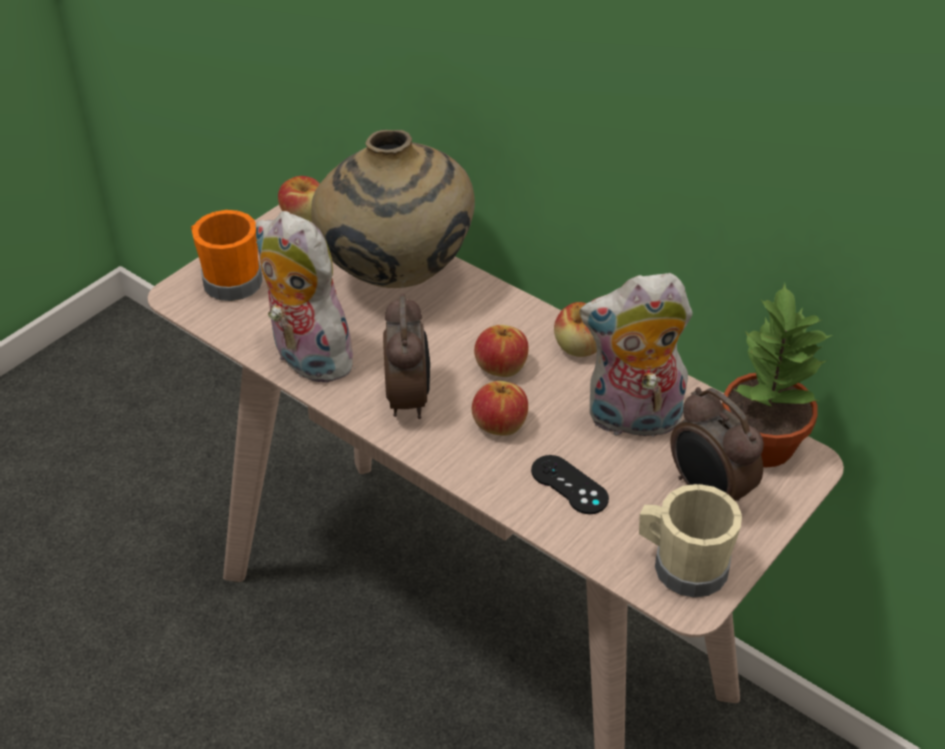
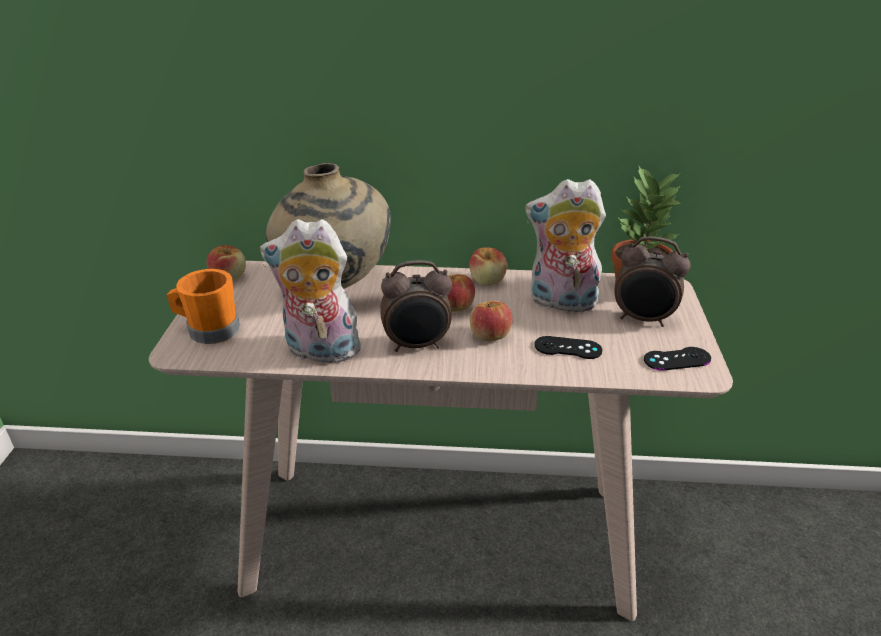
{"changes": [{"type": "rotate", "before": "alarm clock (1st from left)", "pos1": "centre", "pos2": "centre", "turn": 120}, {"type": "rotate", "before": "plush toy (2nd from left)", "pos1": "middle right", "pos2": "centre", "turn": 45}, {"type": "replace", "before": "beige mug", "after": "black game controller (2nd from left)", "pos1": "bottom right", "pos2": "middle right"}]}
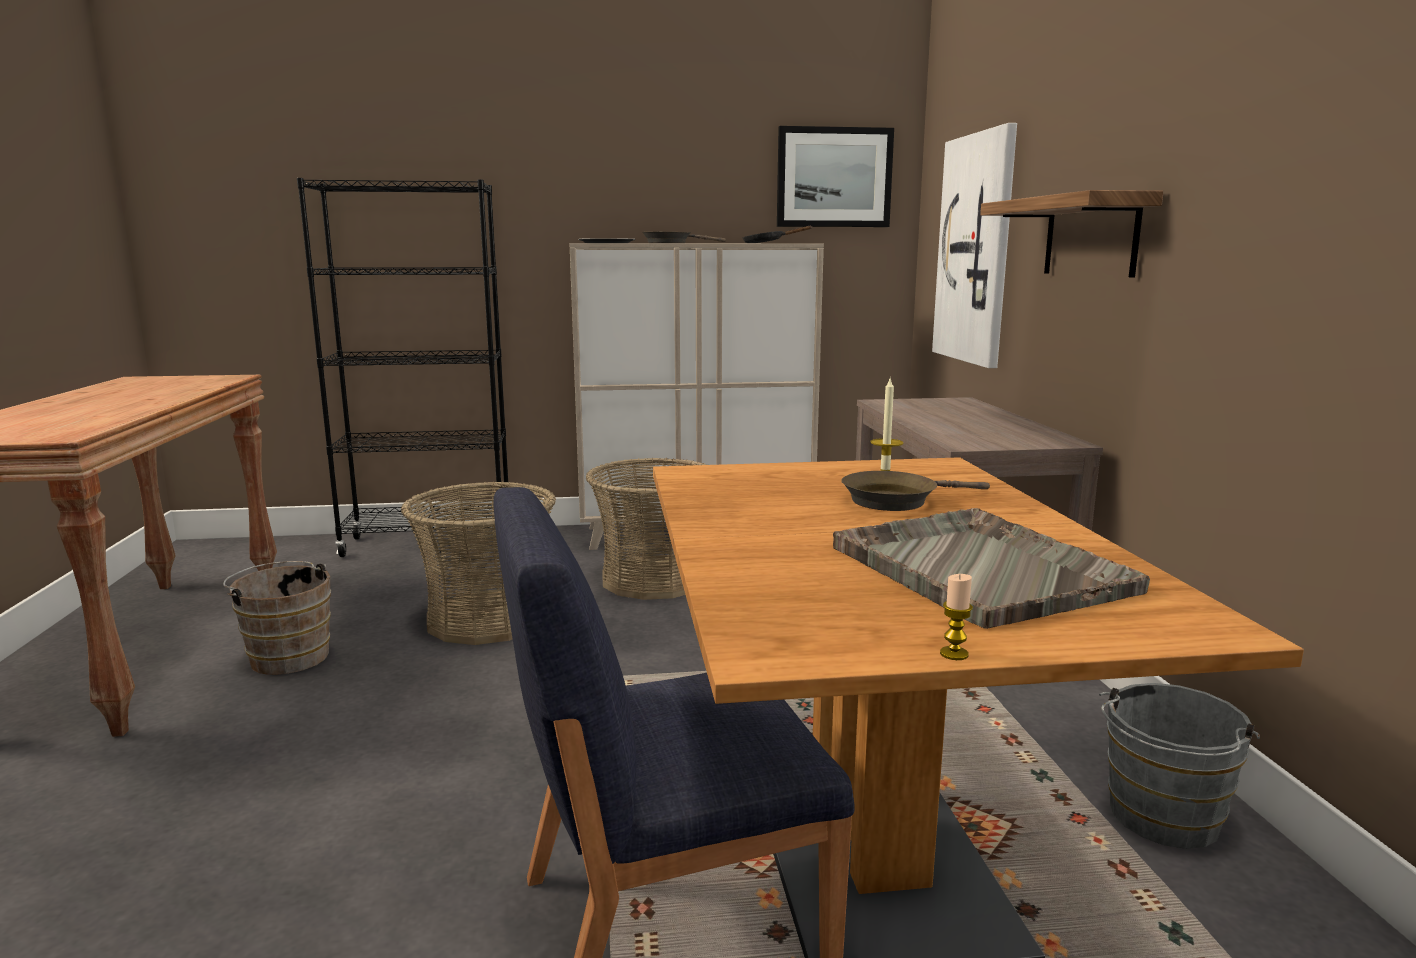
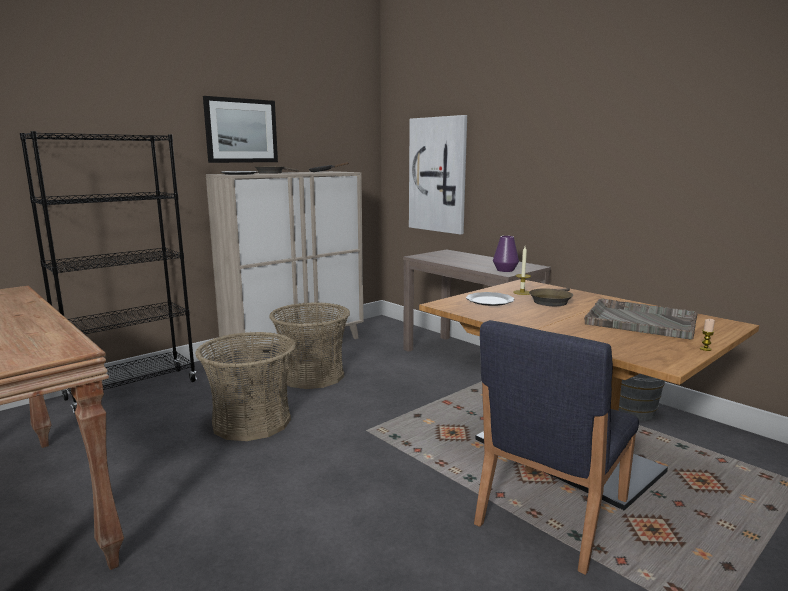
{"changes": [{"type": "delete", "before": "brown bucket", "pos1": "middle left"}, {"type": "move", "before": "picture (1st from left)", "pos1": "top centre", "pos2": "top left"}, {"type": "delete", "before": "shelf", "pos1": "top right"}, {"type": "insert", "after": "plate (2nd from left)", "pos2": "centre"}, {"type": "insert", "after": "purple vase", "pos2": "centre"}]}
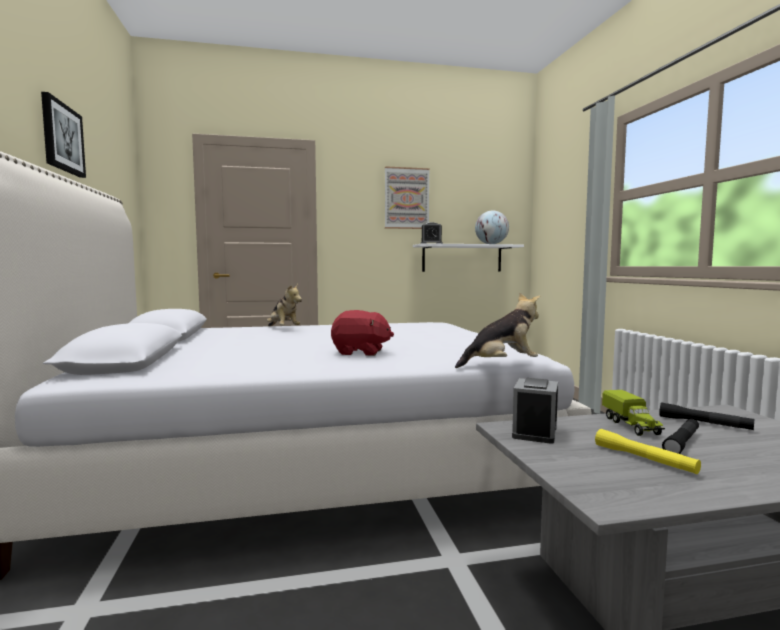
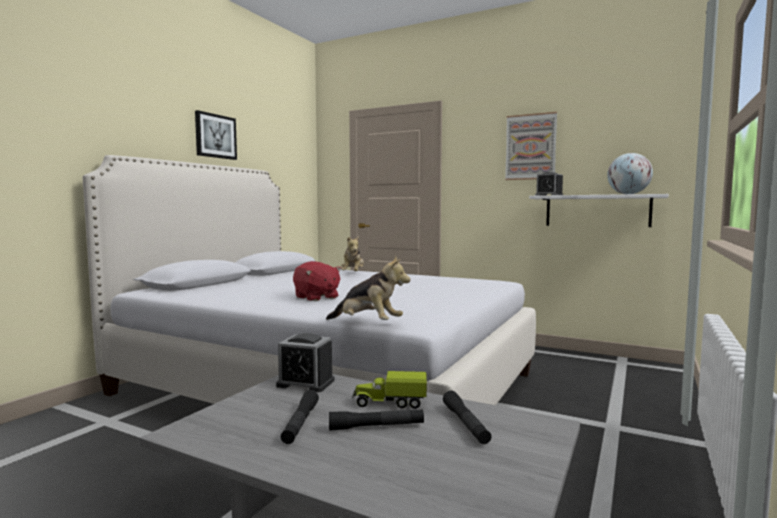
{"changes": [{"type": "rotate", "before": "alarm clock (2nd from left in the first image)", "pos1": "middle right", "pos2": "bottom centre", "turn": -135}, {"type": "recolor", "before": "yellow flashlight", "after": "black flashlight (1st from left)", "pos1": "bottom right", "pos2": "bottom centre"}, {"type": "rotate", "before": "toy truck", "pos1": "middle right", "pos2": "bottom centre", "turn": 60}]}
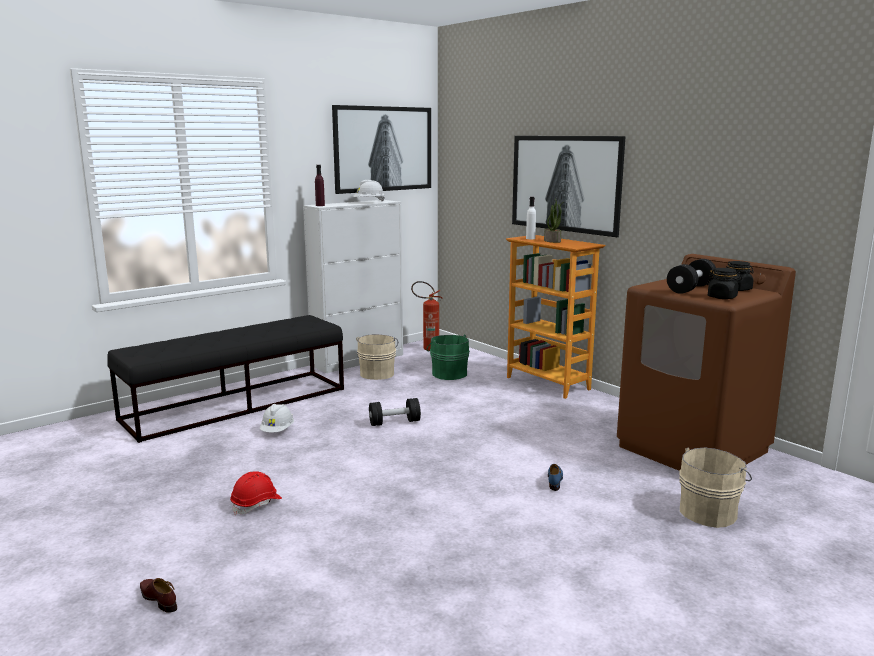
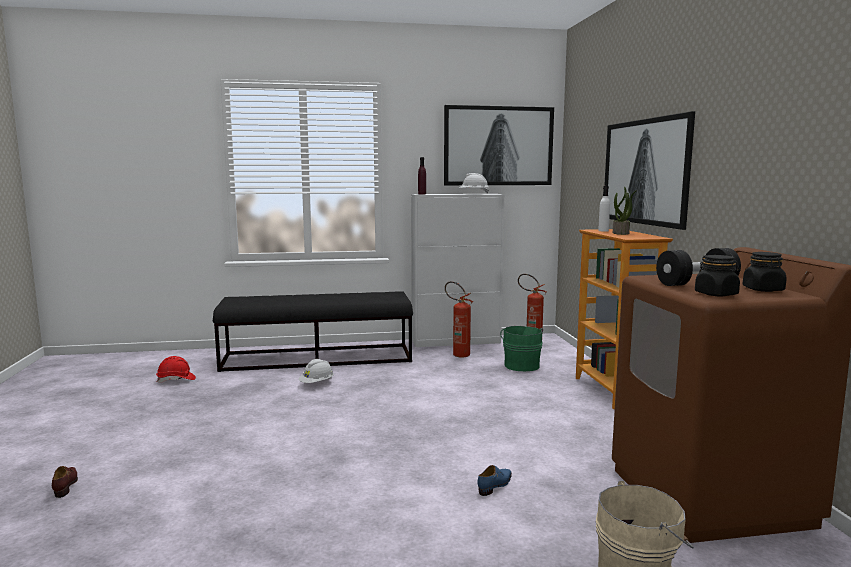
{"changes": [{"type": "move", "before": "red hard hat", "pos1": "bottom left", "pos2": "middle left"}, {"type": "replace", "before": "beige bucket (1st from left)", "after": "fire extinguisher (1st from left)", "pos1": "centre", "pos2": "centre"}, {"type": "delete", "before": "black dumbbell (1st from left)", "pos1": "centre"}]}
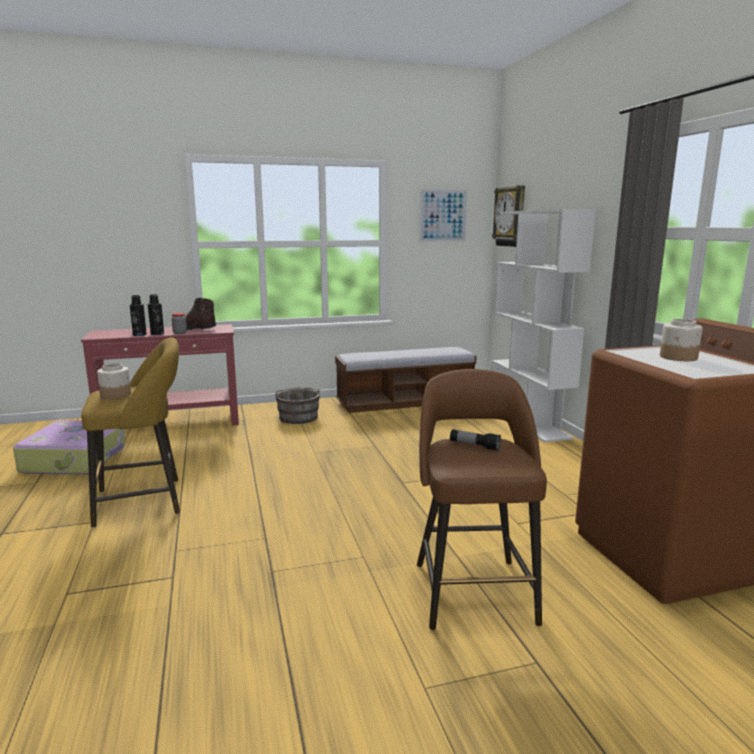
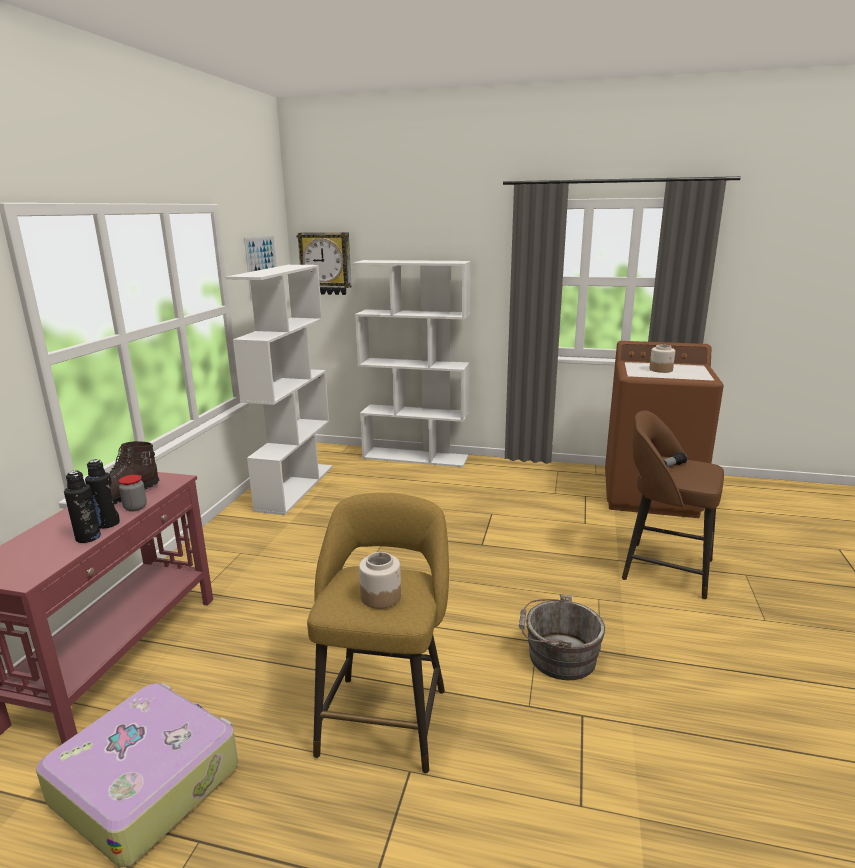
{"changes": [{"type": "move", "before": "grey bucket", "pos1": "centre", "pos2": "bottom centre"}, {"type": "replace", "before": "bench", "after": "white bookcase (1st from left)", "pos1": "centre", "pos2": "middle left"}]}
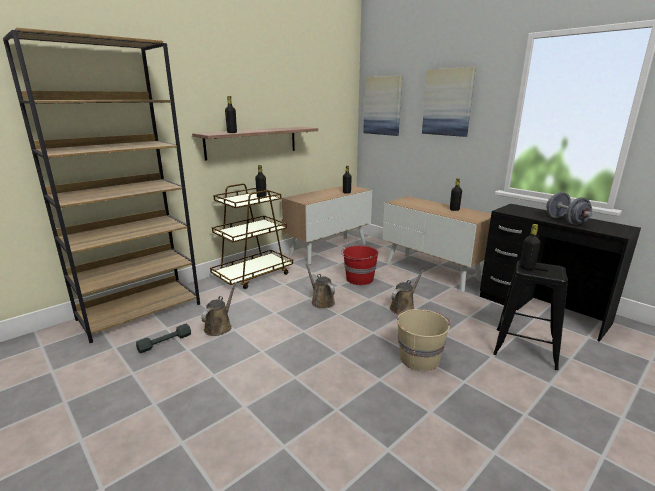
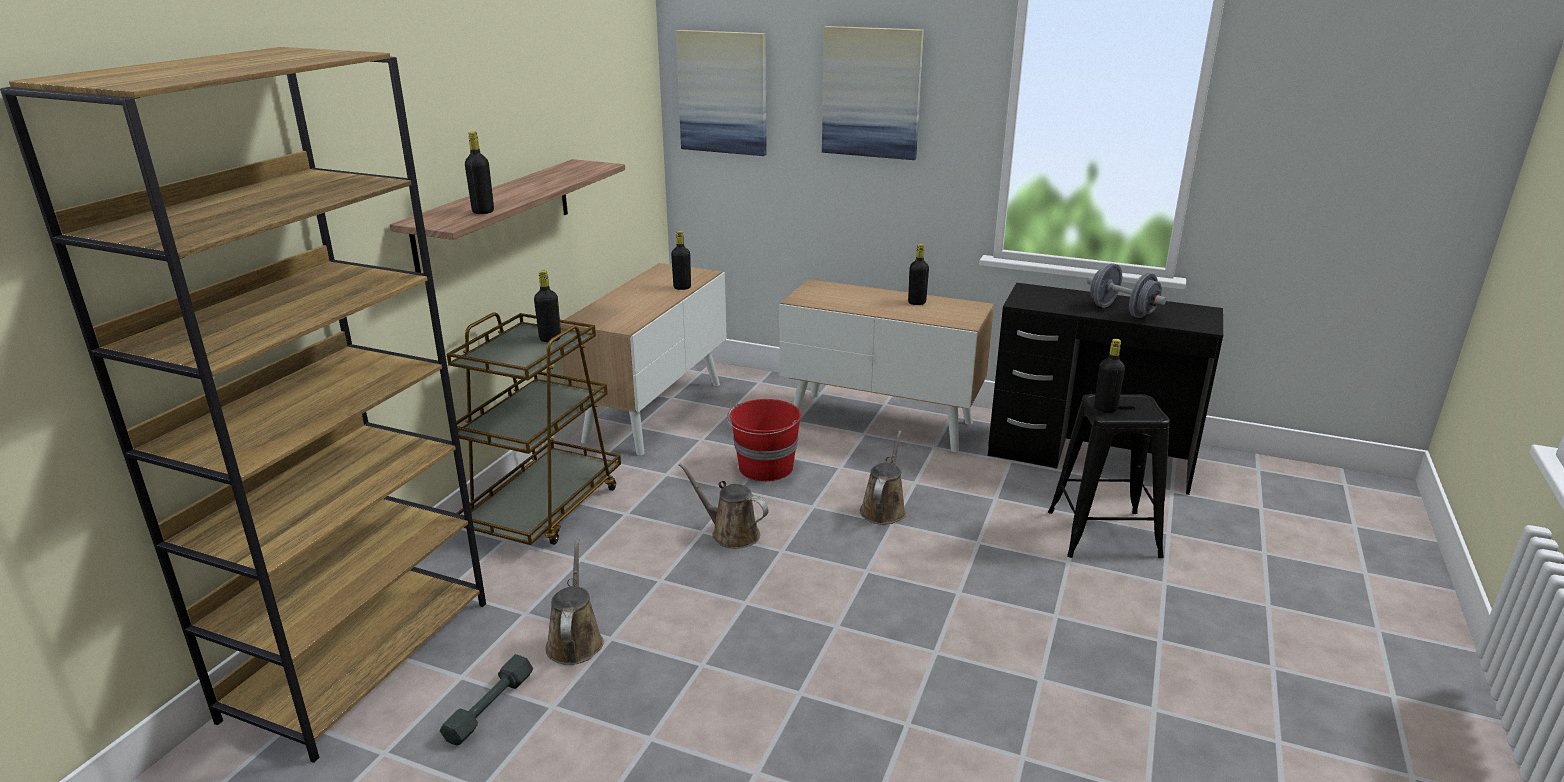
{"changes": [{"type": "delete", "before": "beige bucket", "pos1": "bottom centre"}]}
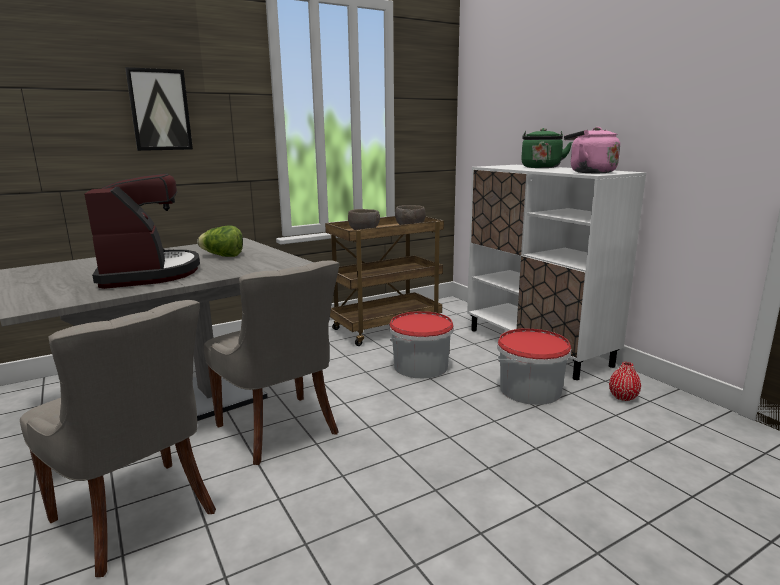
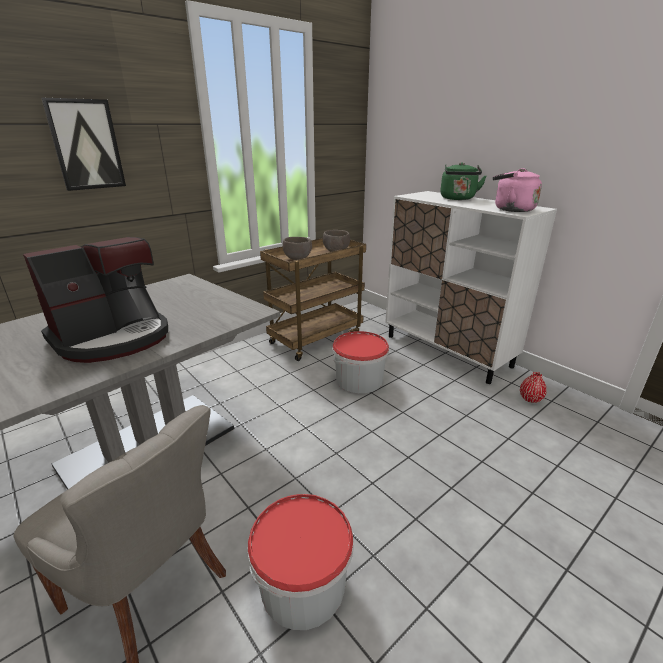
{"changes": [{"type": "rotate", "before": "coffee machine", "pos1": "middle left", "pos2": "middle left", "turn": 75}, {"type": "delete", "before": "lettuce", "pos1": "middle left"}, {"type": "delete", "before": "grey chair (2nd from left)", "pos1": "centre"}, {"type": "move", "before": "bucket (2nd from left in the first image)", "after": "bucket (1st from left)", "pos1": "middle right", "pos2": "bottom centre"}]}
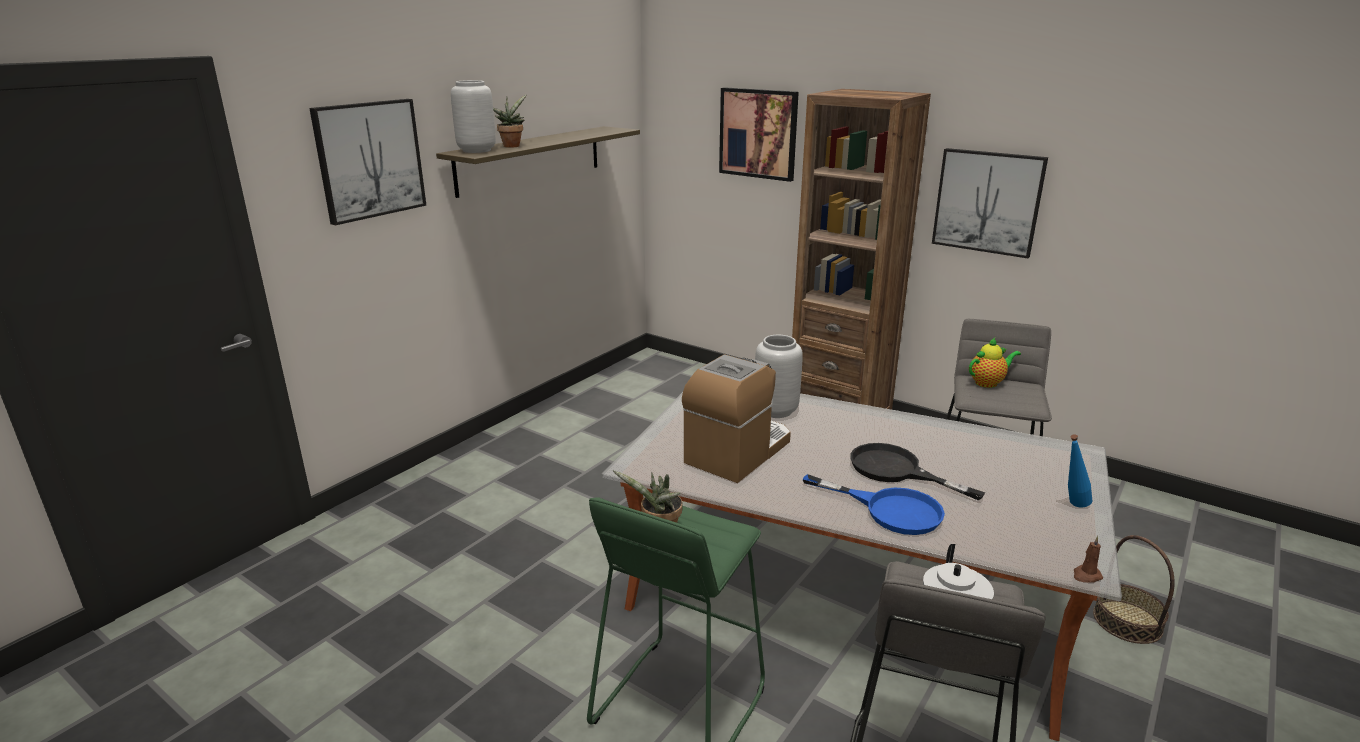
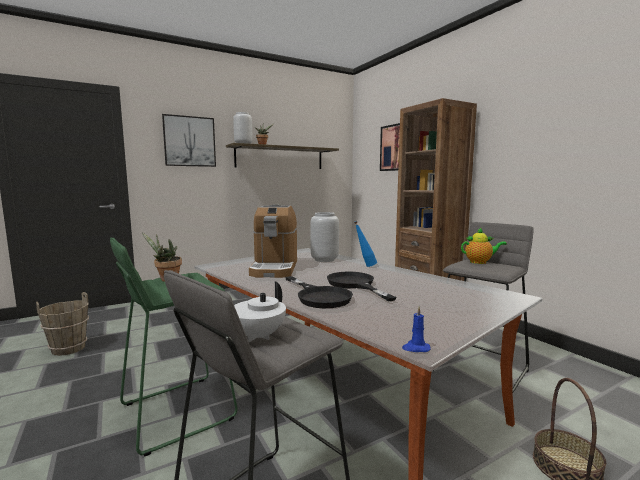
{"changes": [{"type": "rotate", "before": "coffee machine", "pos1": "centre", "pos2": "centre", "turn": 120}, {"type": "recolor", "before": "blue frying pan", "after": "black frying pan (1st from left)", "pos1": "bottom centre", "pos2": "centre"}, {"type": "delete", "before": "picture (3rd from left)", "pos1": "top right"}, {"type": "move", "before": "blue bottle", "pos1": "middle right", "pos2": "centre"}, {"type": "recolor", "before": "brown candle", "after": "blue candle", "pos1": "bottom right", "pos2": "bottom centre"}, {"type": "insert", "after": "brown bucket", "pos2": "bottom left"}]}
